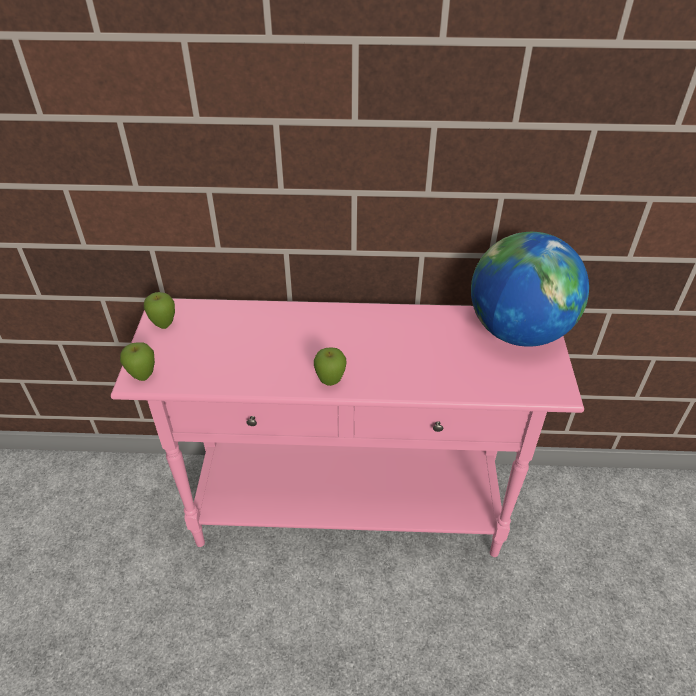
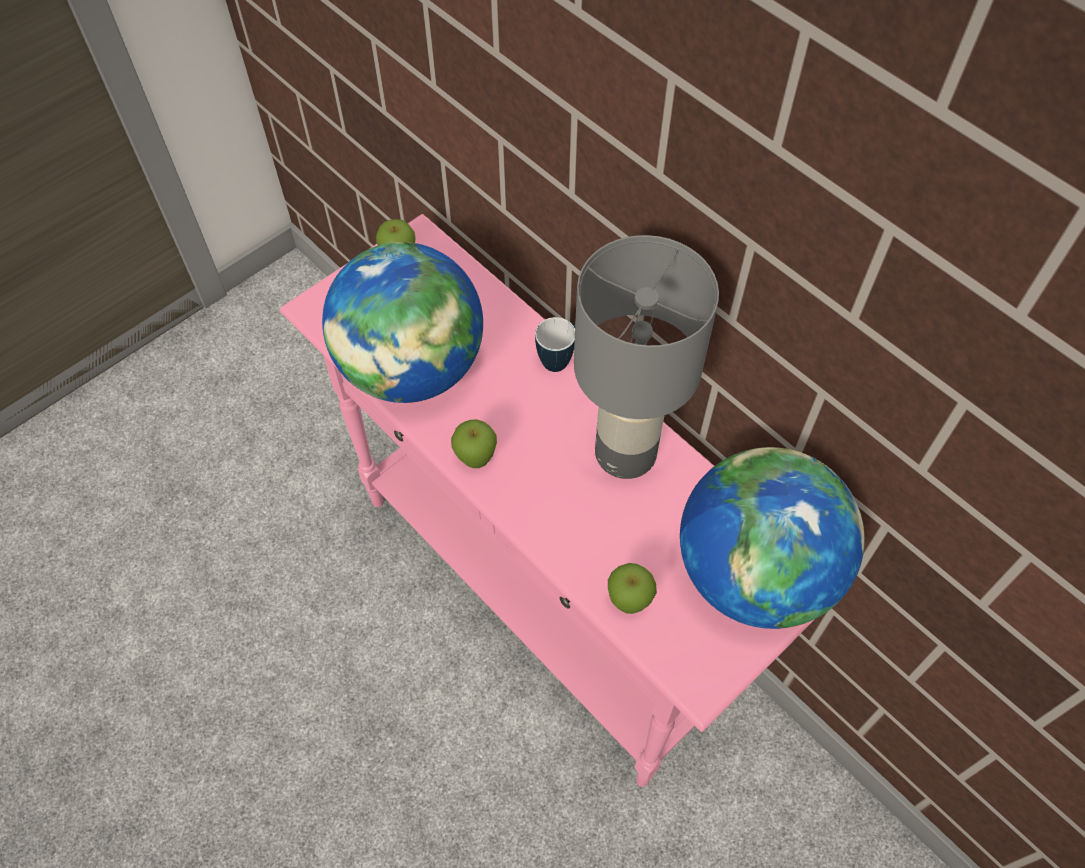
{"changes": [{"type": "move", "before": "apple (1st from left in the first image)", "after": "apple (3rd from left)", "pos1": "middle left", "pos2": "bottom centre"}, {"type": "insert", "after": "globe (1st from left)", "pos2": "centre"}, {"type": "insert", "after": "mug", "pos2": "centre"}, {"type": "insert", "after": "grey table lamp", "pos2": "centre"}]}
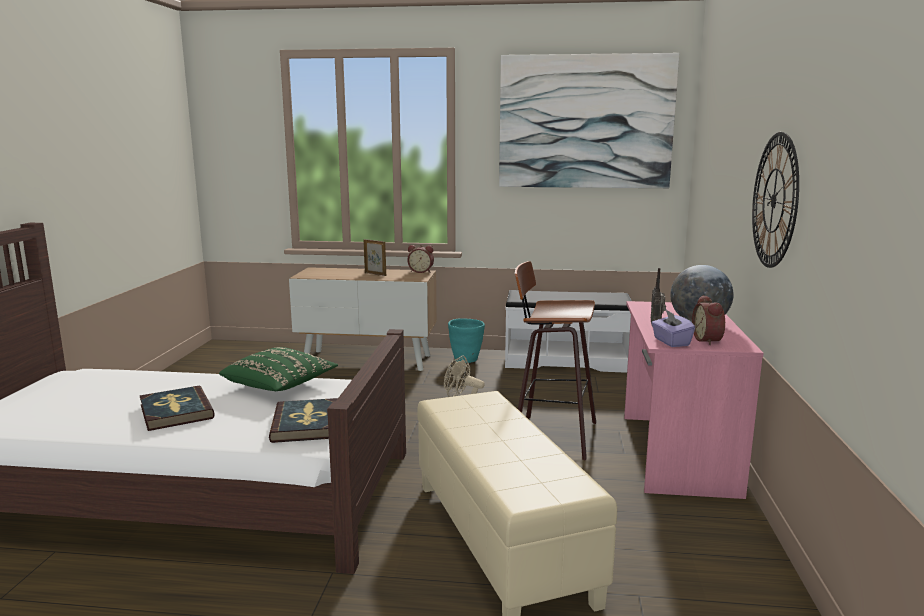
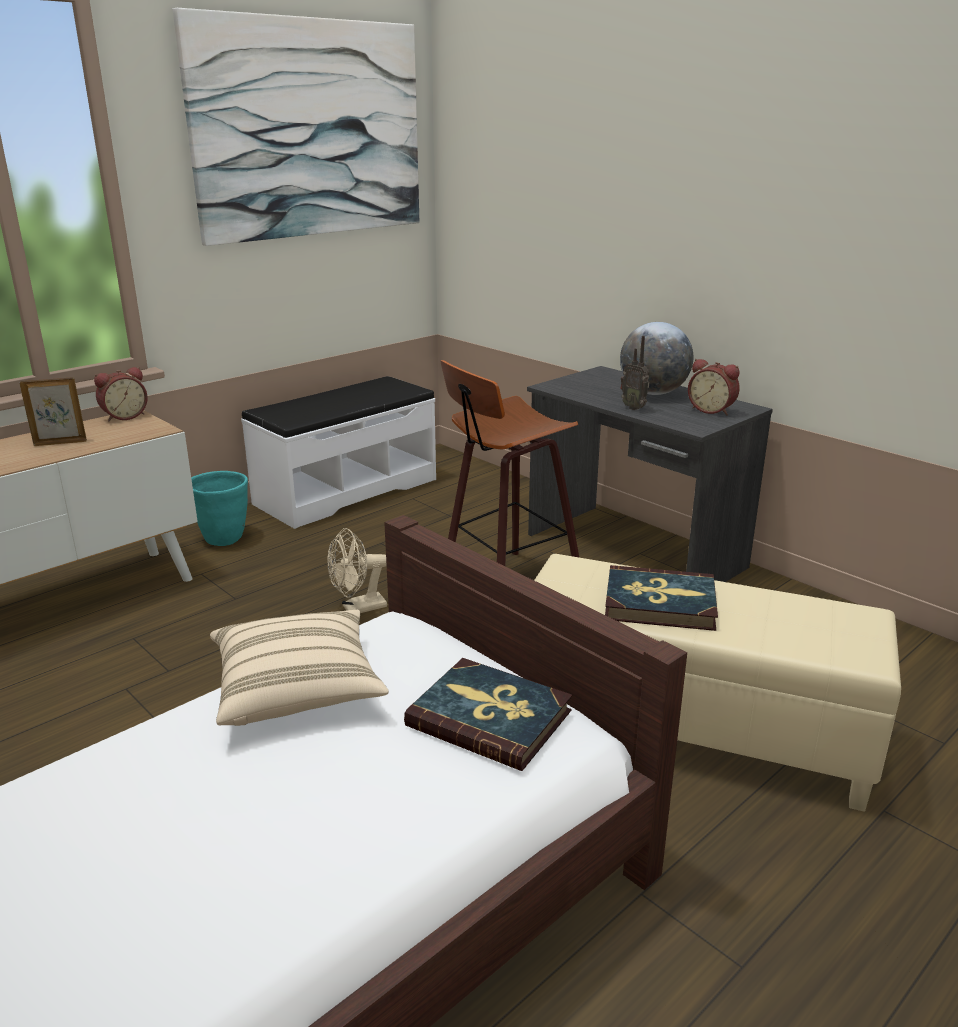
{"changes": [{"type": "move", "before": "book (1st from left in the first image)", "after": "book (2nd from left)", "pos1": "middle left", "pos2": "middle right"}, {"type": "recolor", "before": "green pillow", "after": "beige pillow", "pos1": "middle left", "pos2": "middle left"}, {"type": "recolor", "before": "pink desk", "after": "grey desk", "pos1": "middle right", "pos2": "middle right"}, {"type": "delete", "before": "purple tissue box", "pos1": "middle right"}, {"type": "delete", "before": "wall clock", "pos1": "top right"}]}
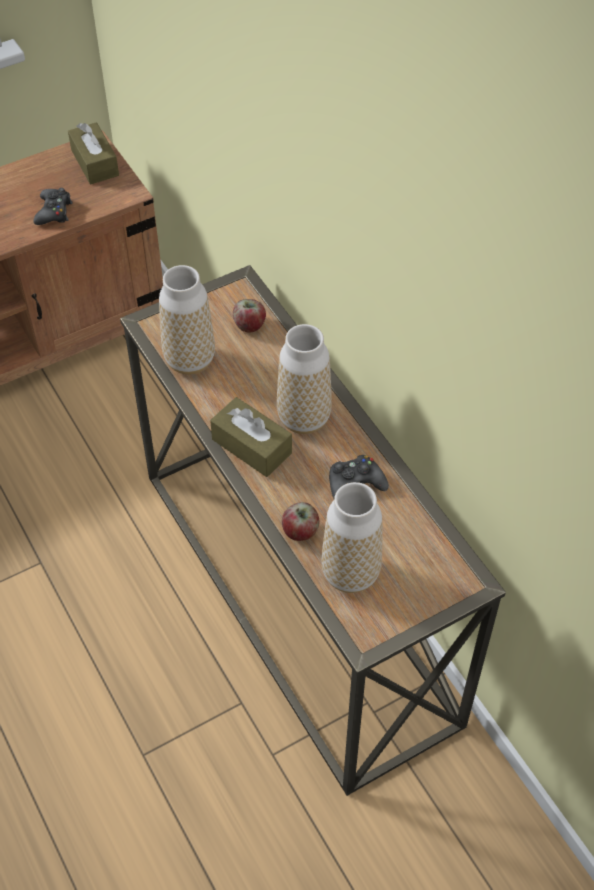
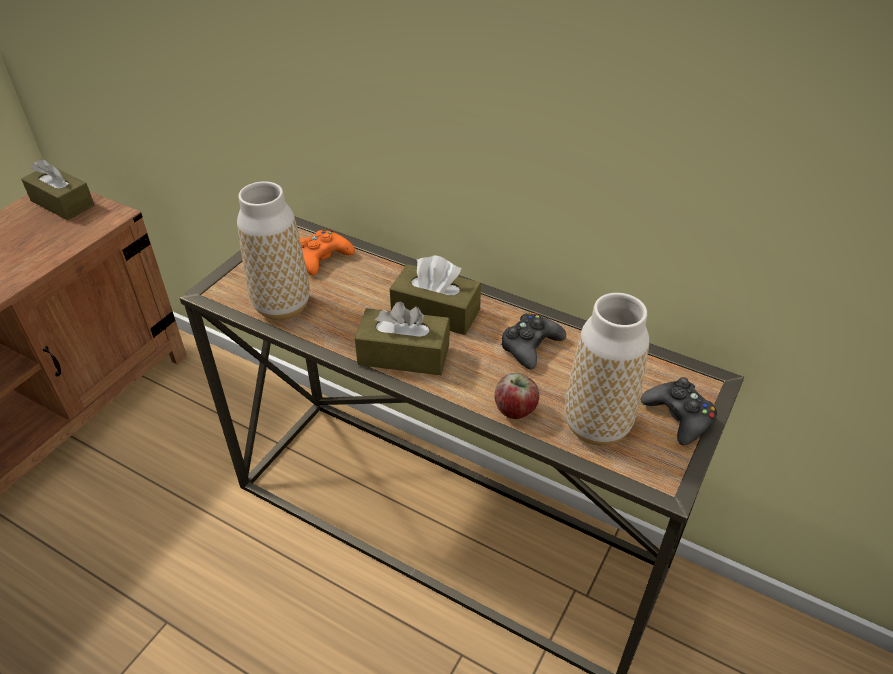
{"changes": [{"type": "move", "before": "black game controller (1st from left in the first image)", "after": "black game controller (2nd from left)", "pos1": "top left", "pos2": "middle right"}, {"type": "replace", "before": "apple (1st from left)", "after": "orange game controller", "pos1": "centre", "pos2": "centre"}, {"type": "replace", "before": "vase (2nd from left)", "after": "brown tissue box (3rd from left)", "pos1": "centre", "pos2": "centre"}]}
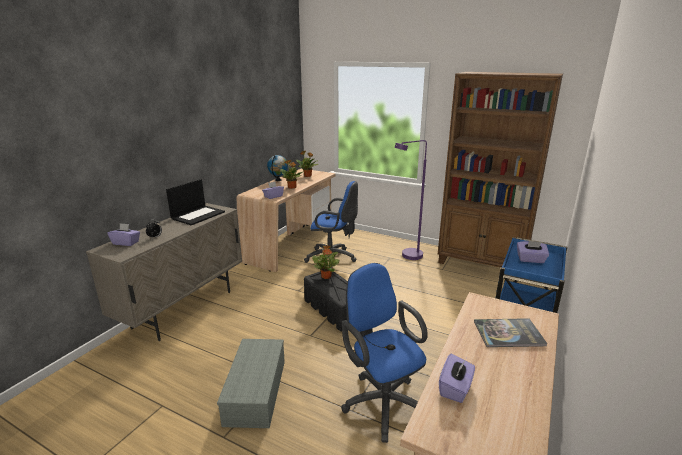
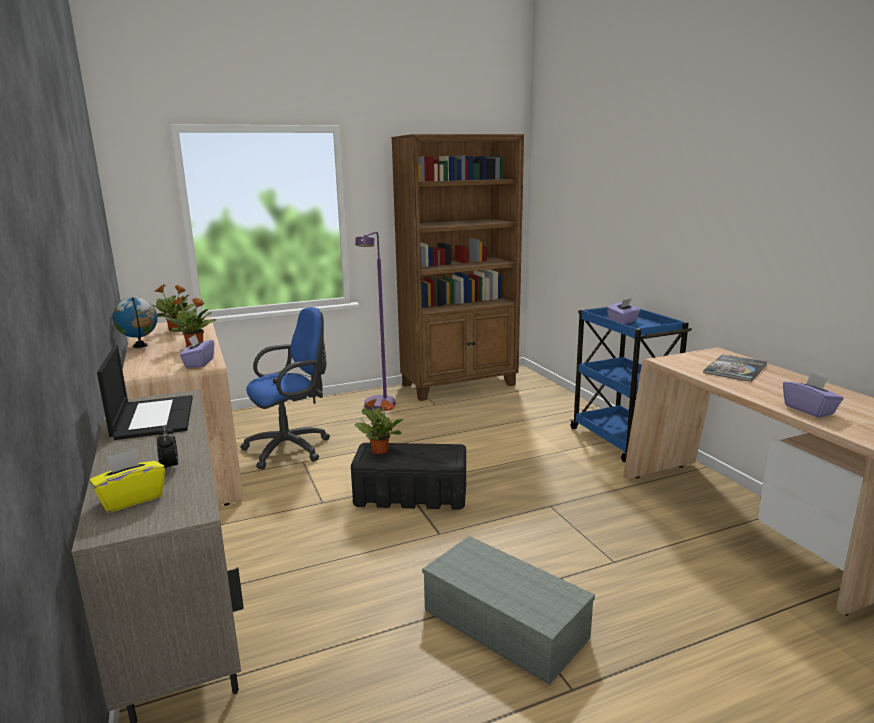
{"changes": [{"type": "recolor", "before": "purple tissue box (1st from left)", "after": "yellow tissue box", "pos1": "middle left", "pos2": "middle left"}, {"type": "delete", "before": "blue office chair (2nd from left)", "pos1": "bottom centre"}]}
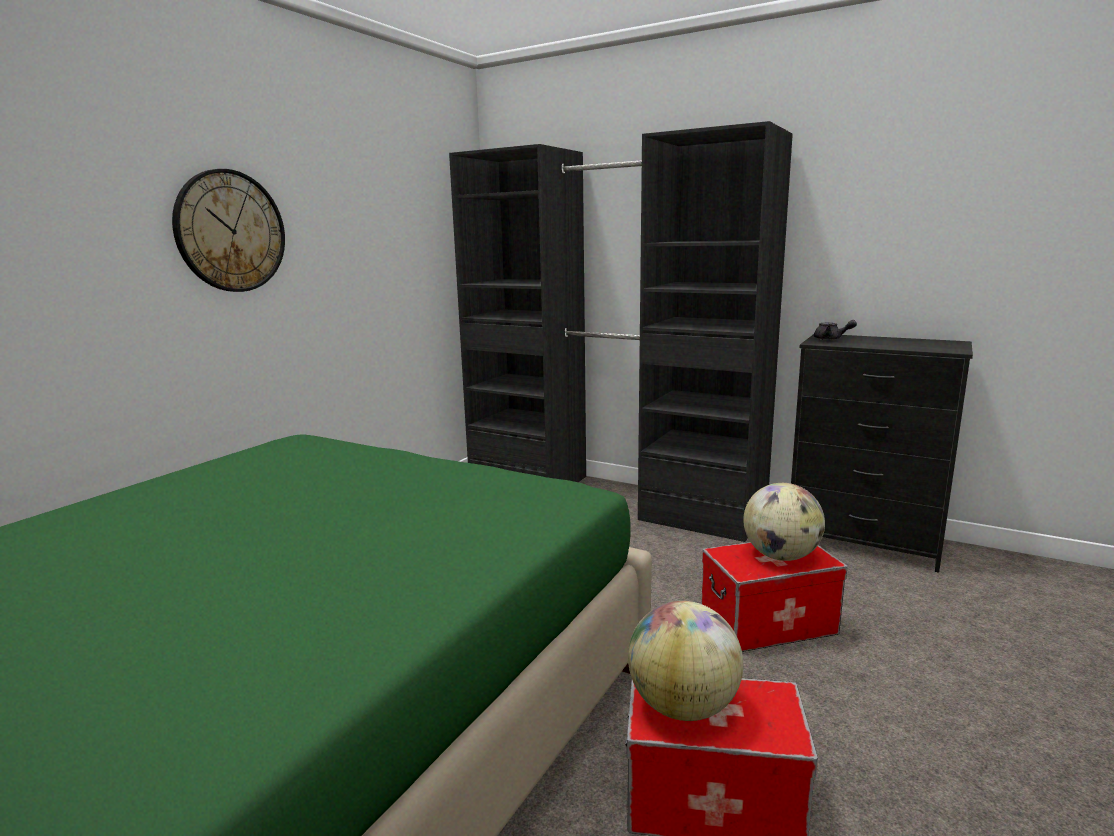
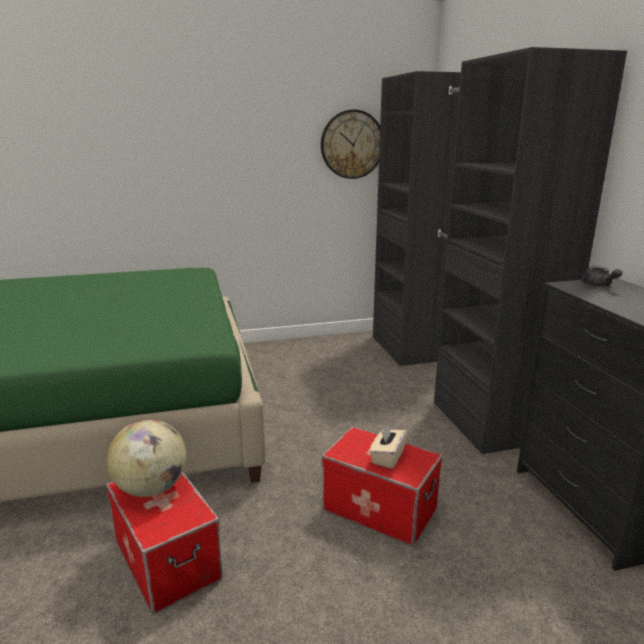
{"changes": [{"type": "move", "before": "wall clock", "pos1": "top left", "pos2": "top centre"}, {"type": "replace", "before": "globe (2nd from left)", "after": "beige tissue box", "pos1": "middle right", "pos2": "bottom centre"}]}
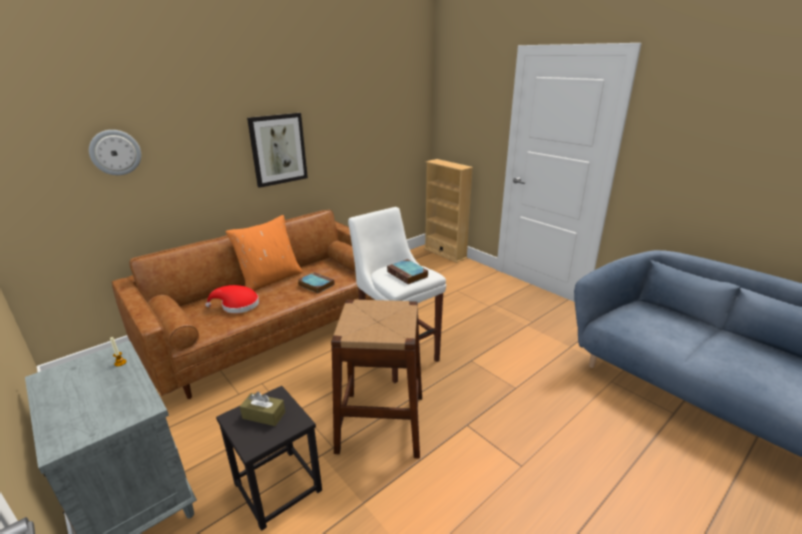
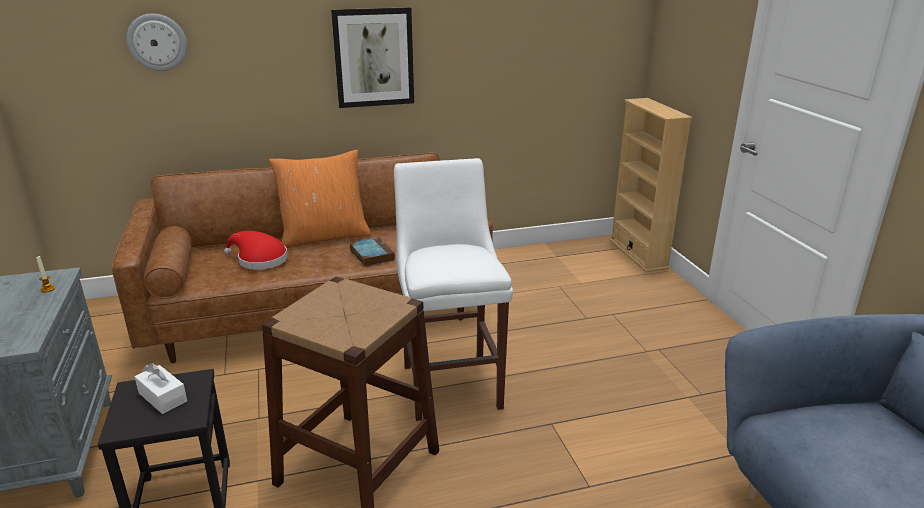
{"changes": [{"type": "recolor", "before": "brown tissue box", "after": "white tissue box", "pos1": "bottom left", "pos2": "bottom left"}, {"type": "delete", "before": "book (2nd from left)", "pos1": "centre"}]}
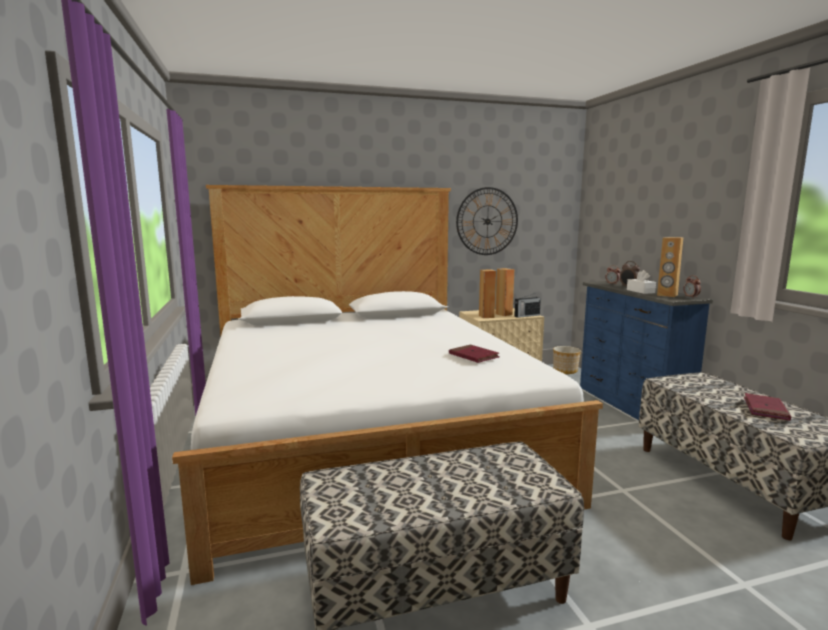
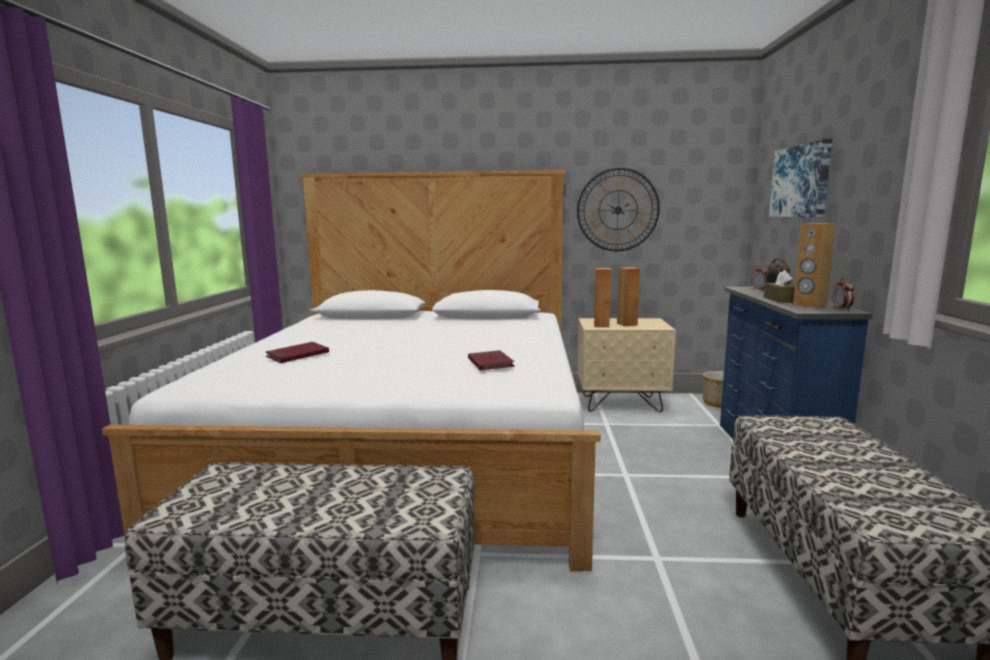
{"changes": [{"type": "delete", "before": "radio", "pos1": "centre"}, {"type": "recolor", "before": "white tissue box", "after": "brown tissue box", "pos1": "middle right", "pos2": "middle right"}, {"type": "move", "before": "red book (2nd from left in the first image)", "after": "red book (1st from left)", "pos1": "middle right", "pos2": "middle left"}, {"type": "insert", "after": "picture", "pos2": "top right"}]}
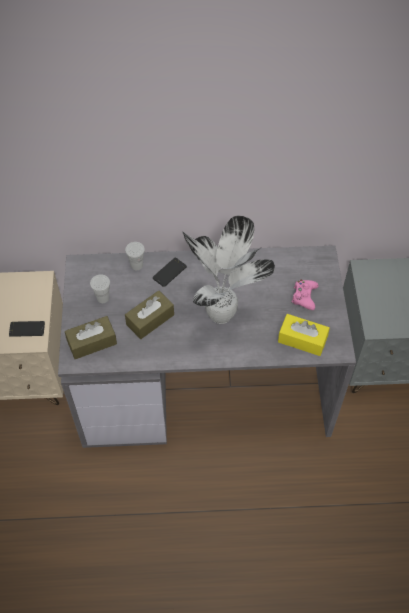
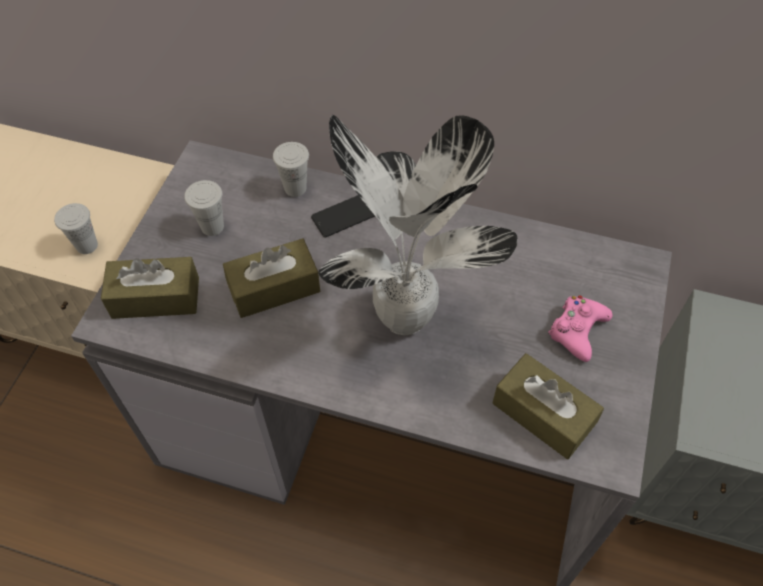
{"changes": [{"type": "replace", "before": "phone (1st from left)", "after": "white cup (1st from left)", "pos1": "middle left", "pos2": "middle left"}, {"type": "recolor", "before": "yellow tissue box", "after": "brown tissue box (3rd from left)", "pos1": "middle right", "pos2": "bottom right"}]}
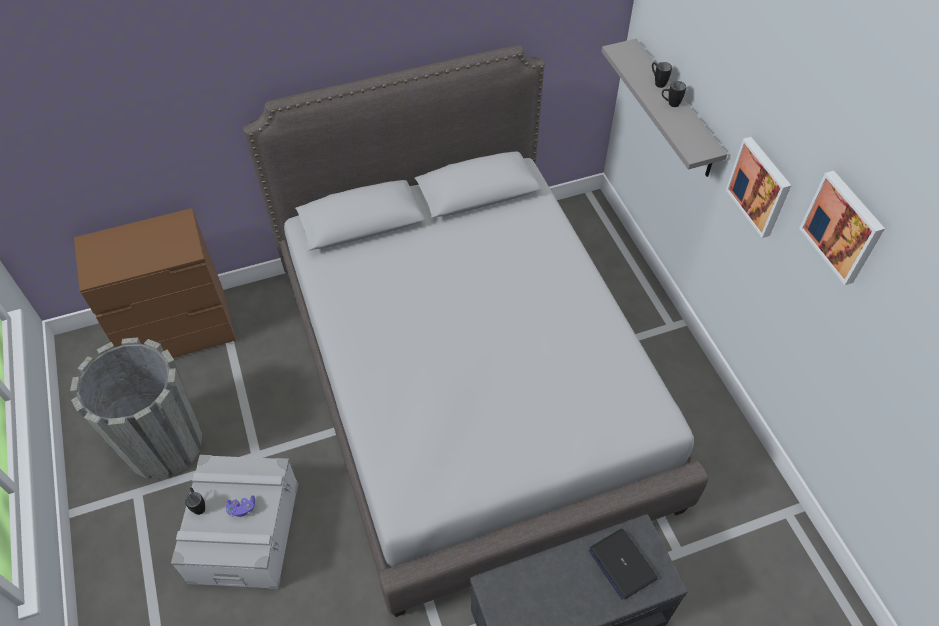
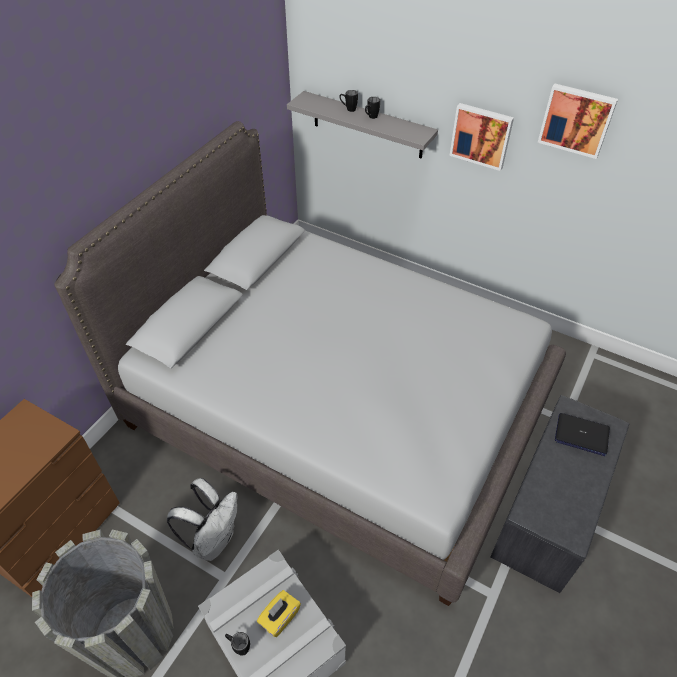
{"changes": [{"type": "replace", "before": "purple game controller", "after": "yellow tissue box", "pos1": "bottom left", "pos2": "bottom centre"}, {"type": "insert", "after": "white backpack", "pos2": "bottom left"}]}
